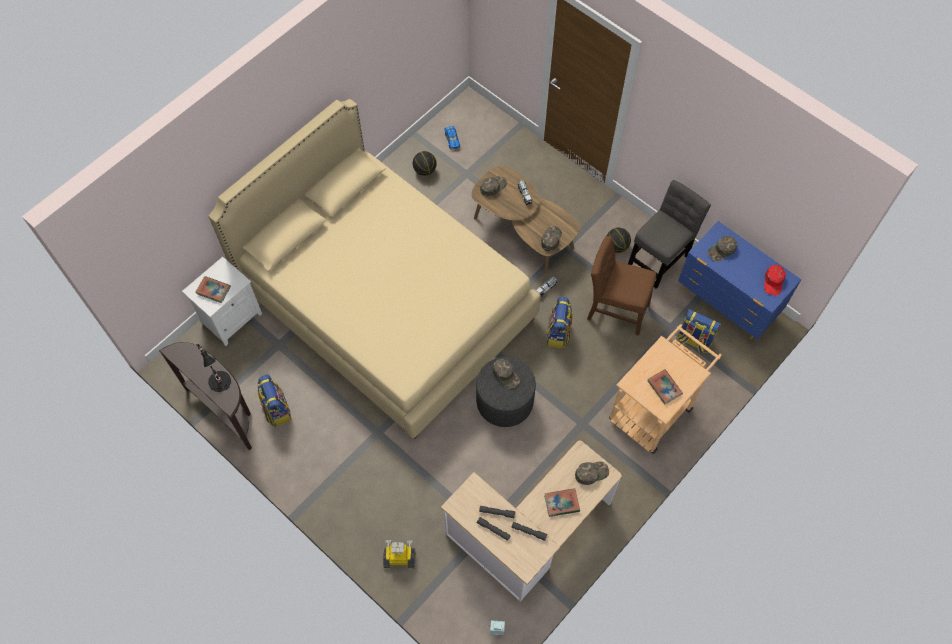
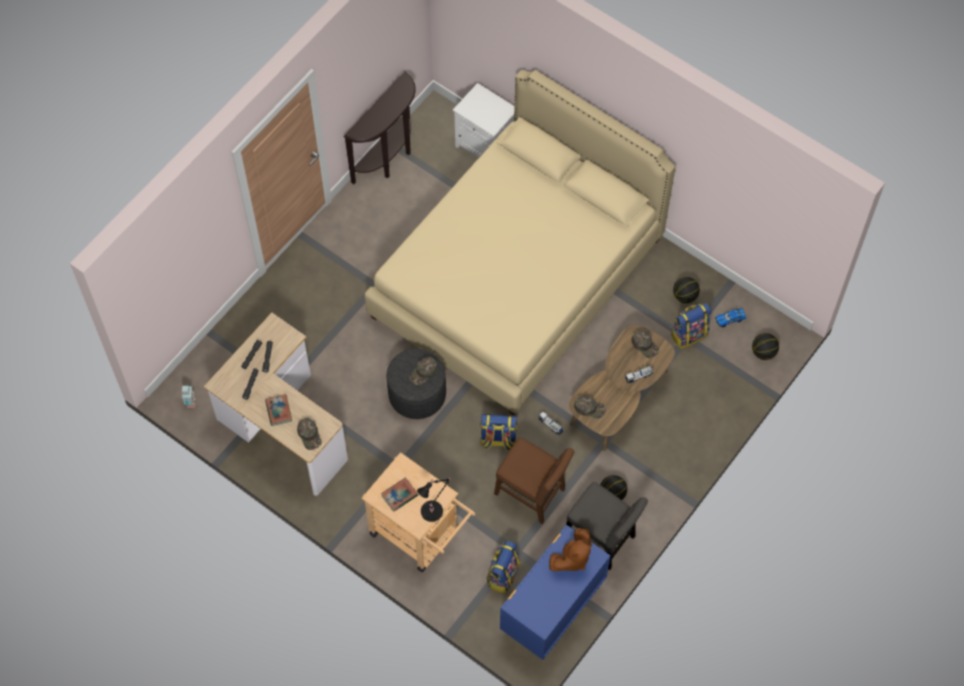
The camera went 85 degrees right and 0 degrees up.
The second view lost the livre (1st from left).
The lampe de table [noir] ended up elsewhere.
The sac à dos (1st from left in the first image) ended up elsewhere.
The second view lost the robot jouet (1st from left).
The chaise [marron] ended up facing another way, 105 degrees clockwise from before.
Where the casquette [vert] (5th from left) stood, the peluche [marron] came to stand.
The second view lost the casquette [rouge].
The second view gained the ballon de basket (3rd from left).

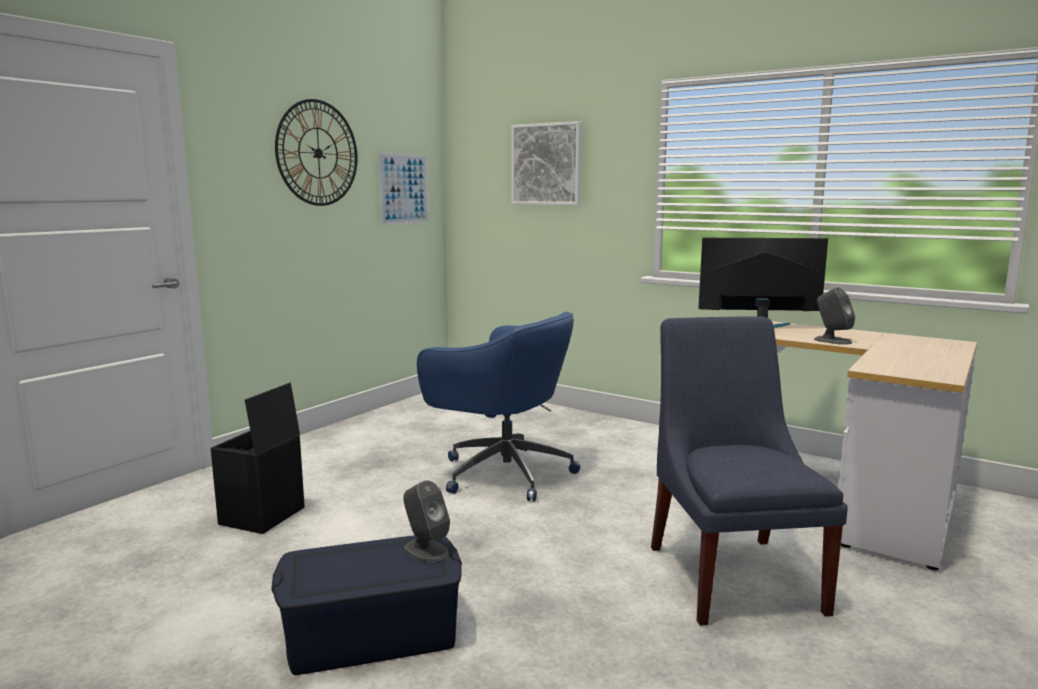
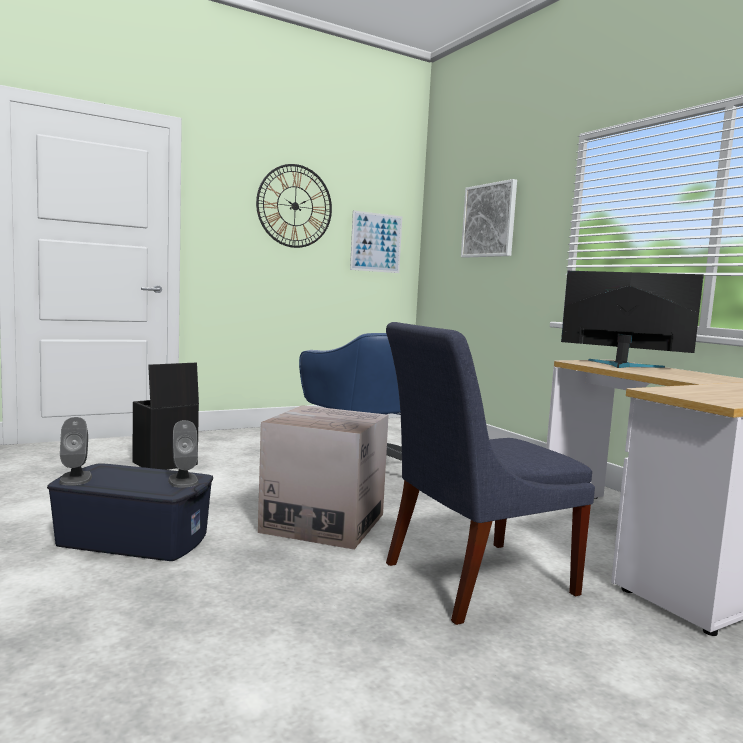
The camera went 25 degrees right and 5 degrees down.
The chaise [bleu] ended up facing another way, 135 degrees counterclockwise from before.
The enceinte [gris] (2nd from left in the first image) ended up elsewhere.
The second view gained the carton.

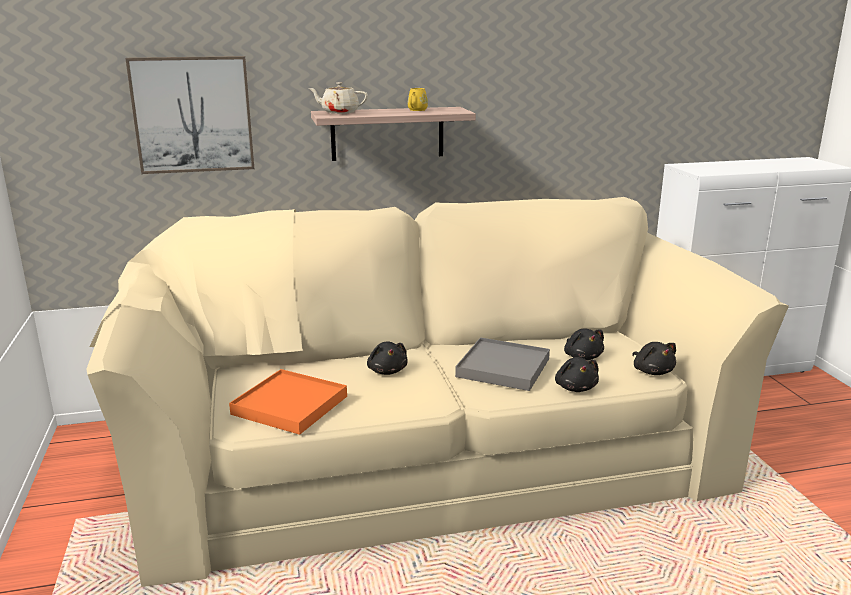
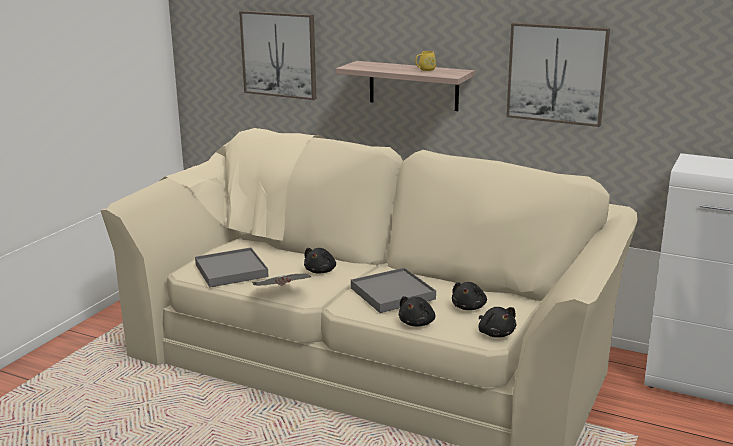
The camera went 40 degrees right and 0 degrees up.
What was the plateau [orange] turned into the plateau [gris] (1st from left).
The second view lost the théière [beige].
The peluche [noir] (4th from left) ended up facing another way, 45 degrees counterclockwise from before.
The second view gained the journal.
The second view gained the tableau (2nd from left).

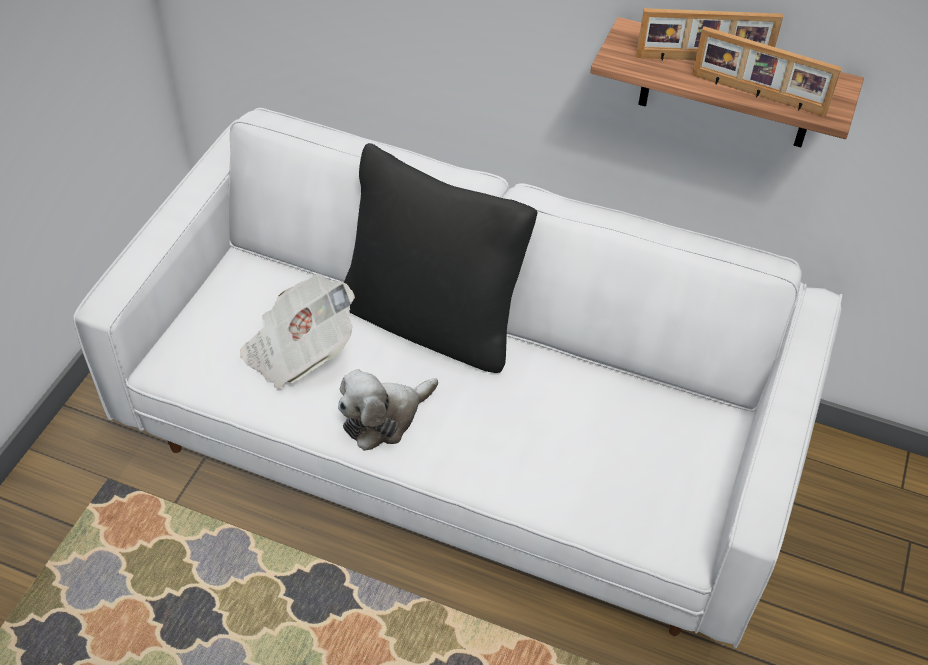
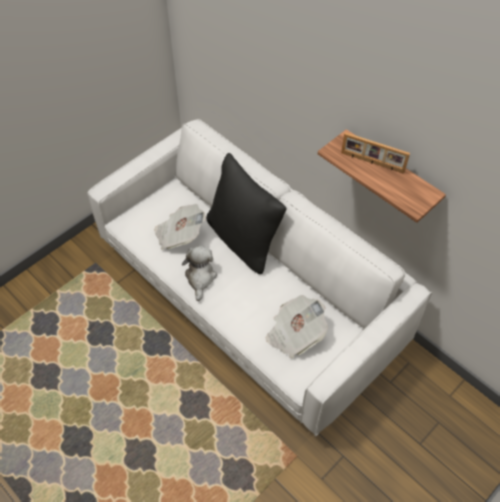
The camera went 25 degrees right and 5 degrees up.
The peluche ended up facing another way, 105 degrees clockwise from before.
The second view lost the cadre photo (2nd from left).
The second view gained the journal (2nd from left).

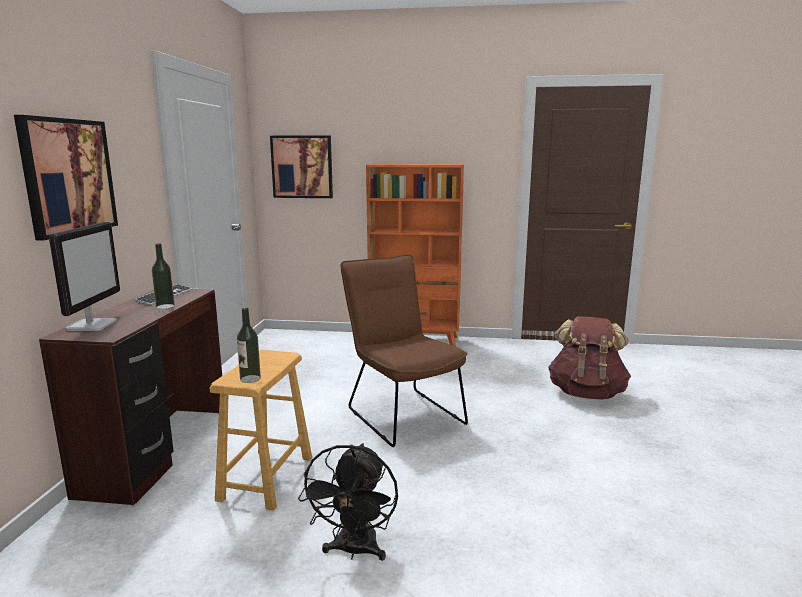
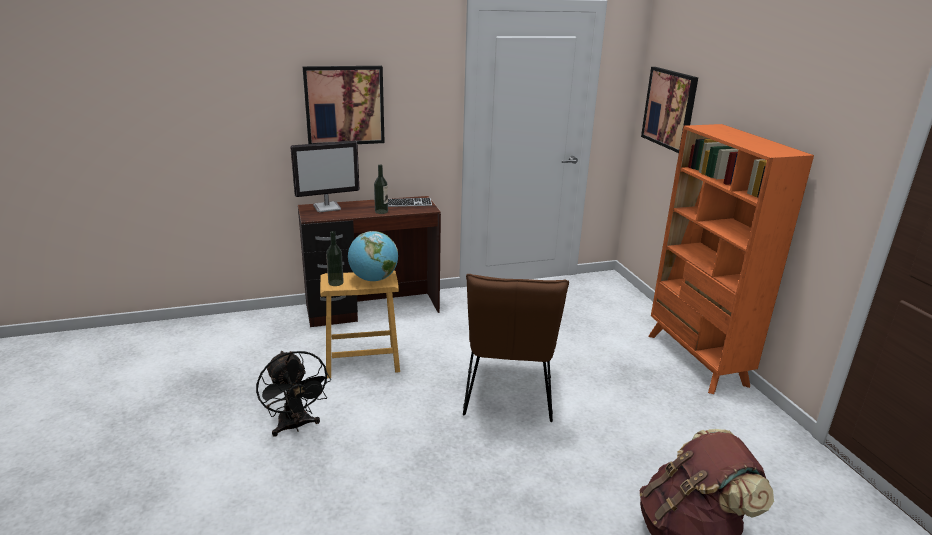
The camera went 65 degrees right and 10 degrees up.
The ventilateur [noir] ended up facing another way, 105 degrees counterclockwise from before.
The chaise [marron] ended up facing another way, 150 degrees clockwise from before.
The second view gained the globe.

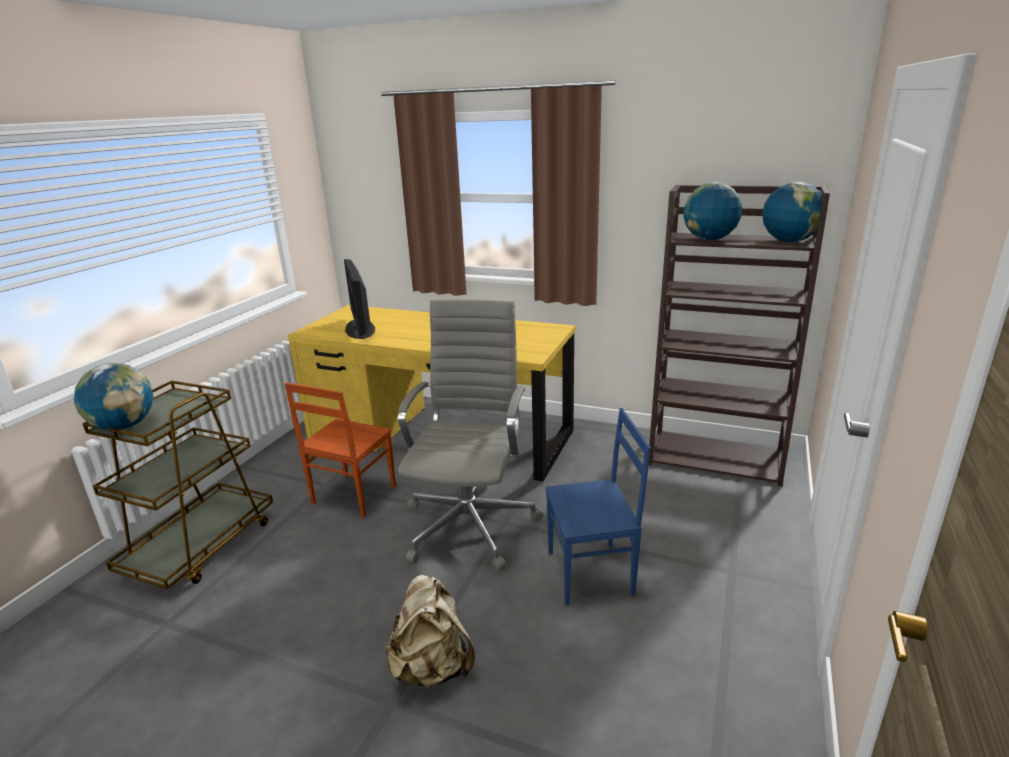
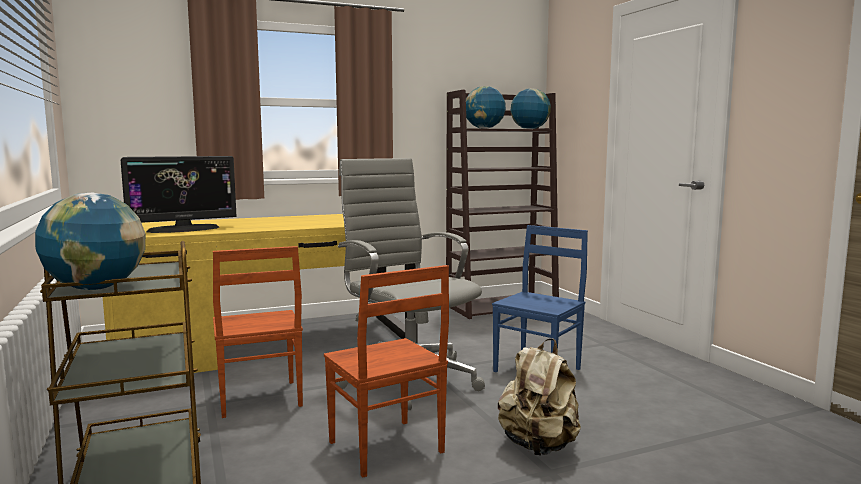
The camera went 45 degrees left and 15 degrees down.
The écran d'ordinateur ended up facing another way, 60 degrees counterclockwise from before.
The second view gained the chaise [marron] (2nd from left).

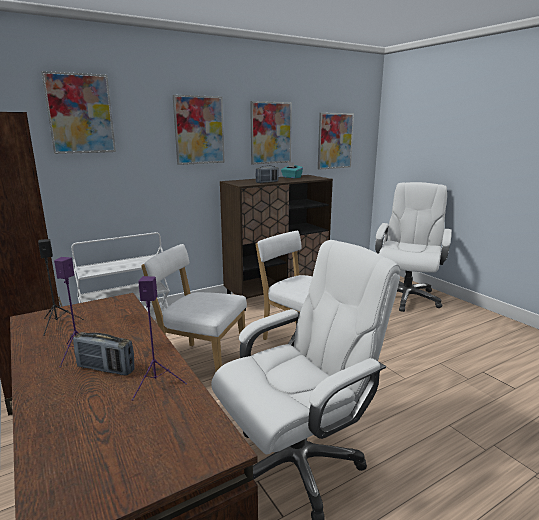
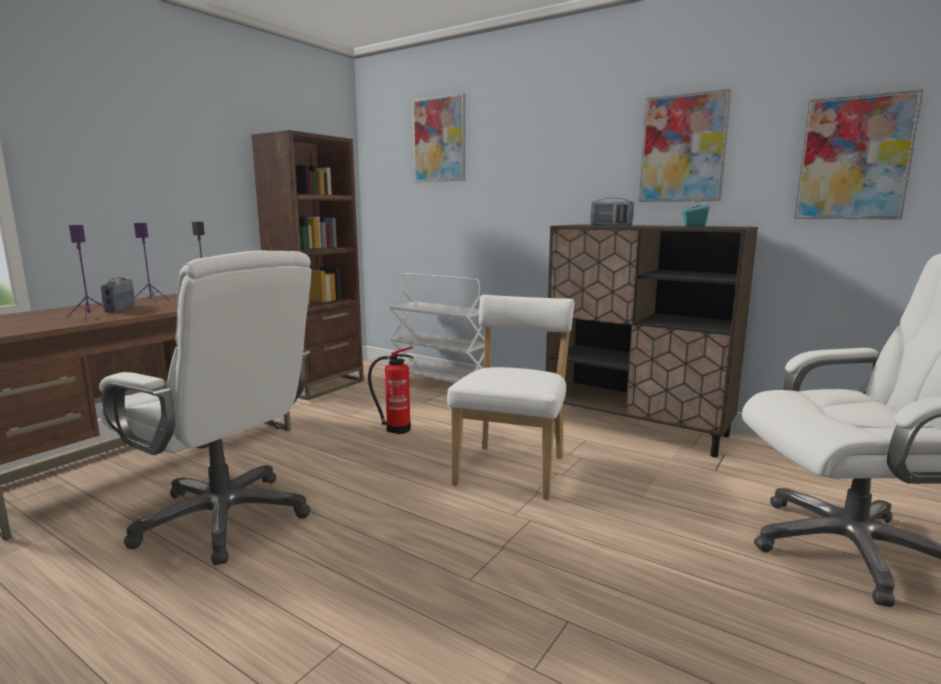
The camera went 65 degrees right and 5 degrees down.
Where the chaise [blanc] (1st from left) stood, the extincteur came to stand.
The second view lost the tableau (2nd from left).

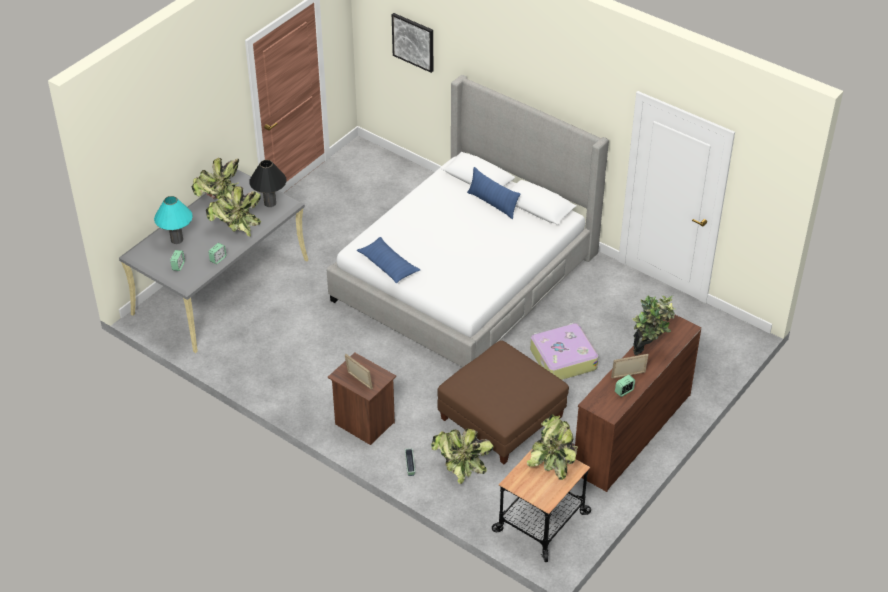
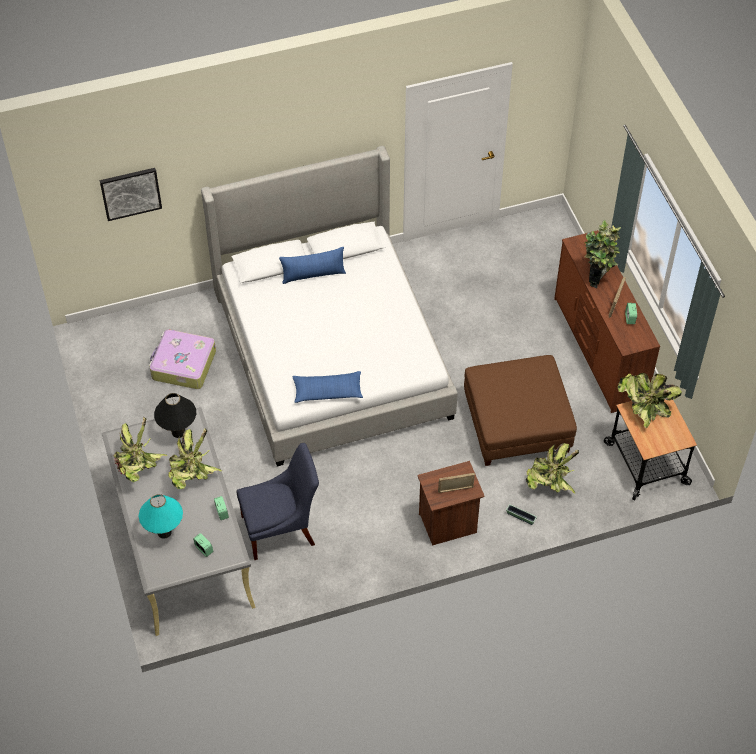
The camera went 55 degrees left and 10 degrees up.
The valise ended up elsewhere.
The second view gained the chaise [bleu].

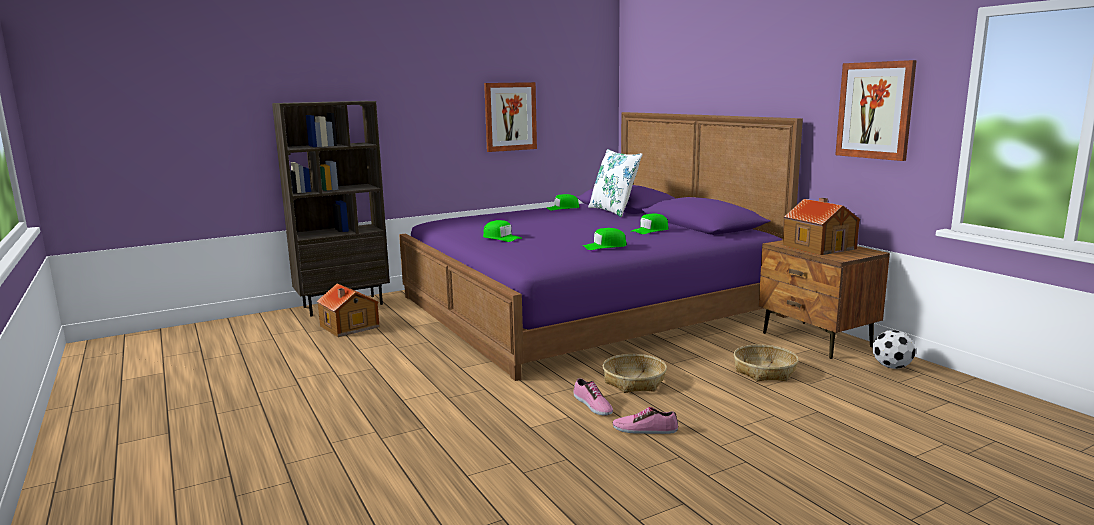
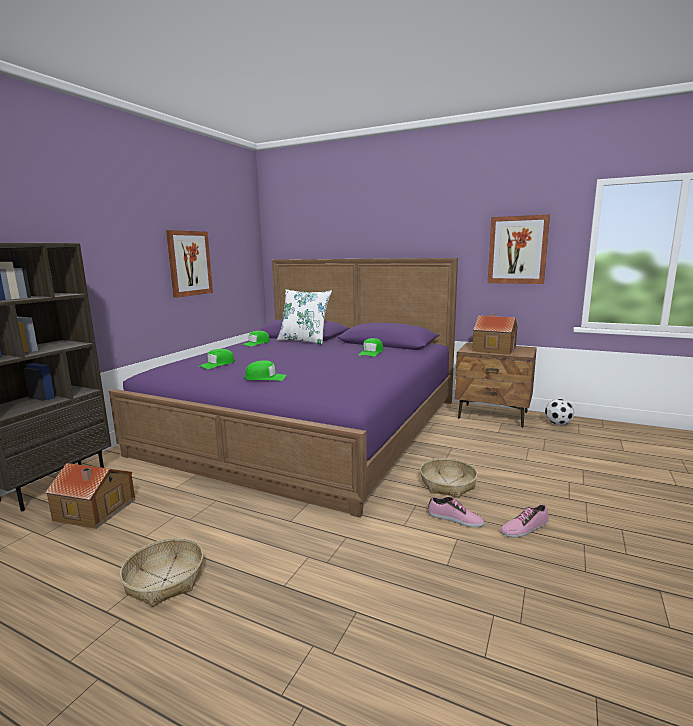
The camera went 35 degrees left and 0 degrees up.
The casquette [vert] (3rd from left in the first image) ended up elsewhere.
The panier (2nd from left in the first image) ended up elsewhere.

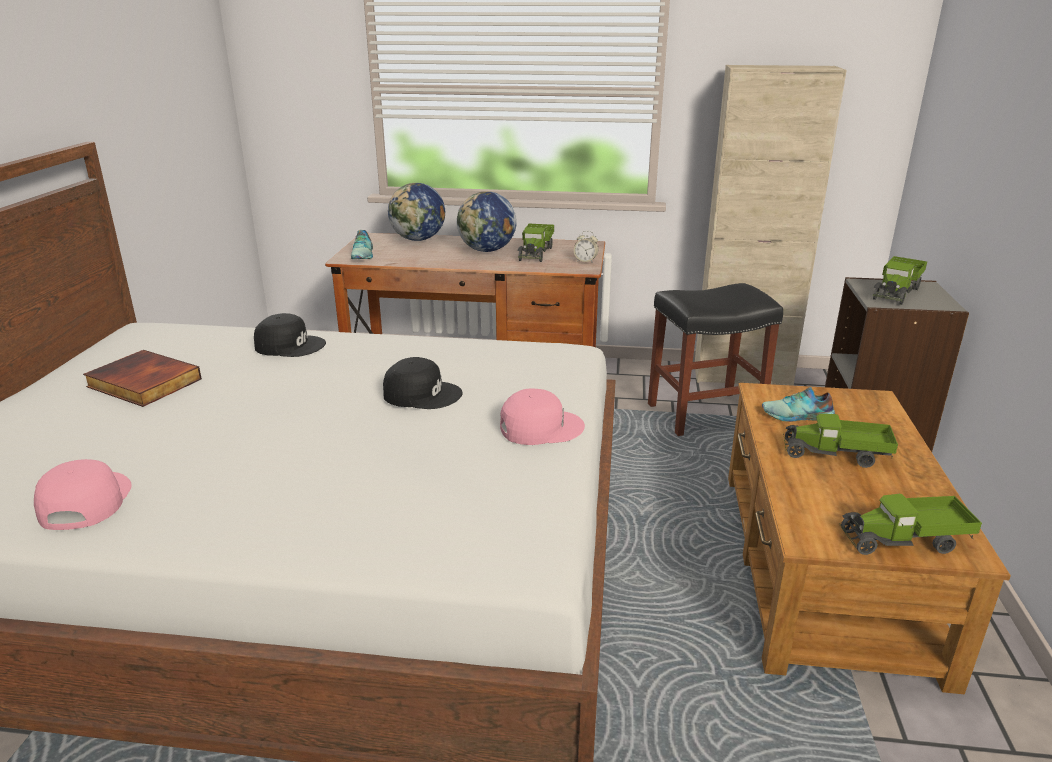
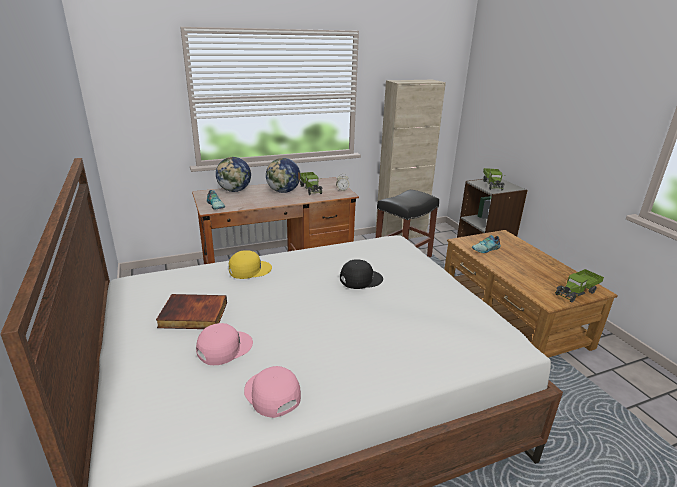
The camera went 30 degrees left and 0 degrees up.
What was the casquette [noir] (1st from left) turned into the casquette [jaune].
The casquette [rose] (2nd from left in the first image) ended up elsewhere.
The second view lost the camion jouet (2nd from left).

